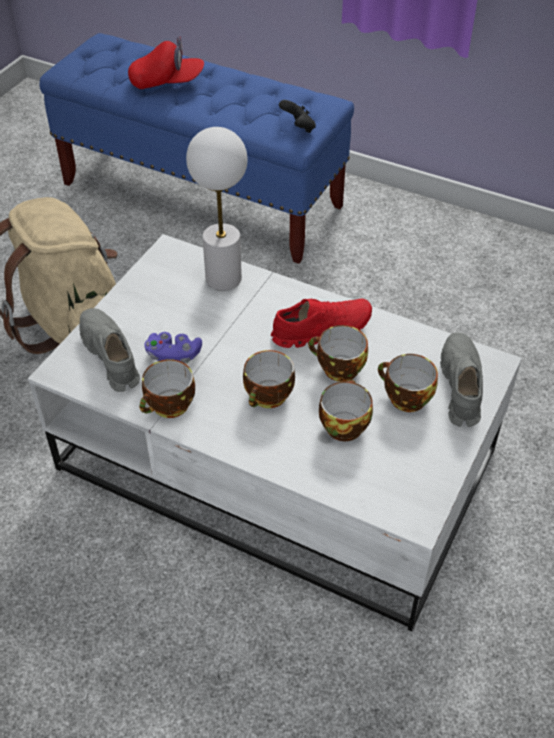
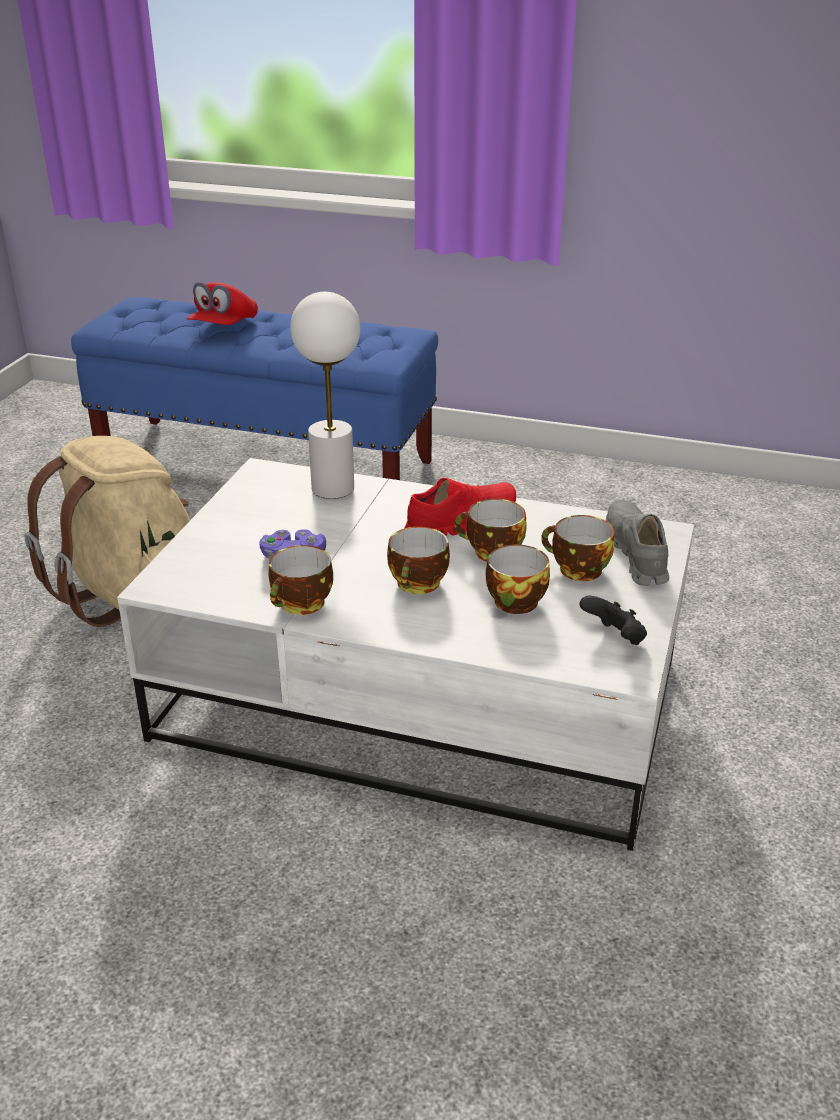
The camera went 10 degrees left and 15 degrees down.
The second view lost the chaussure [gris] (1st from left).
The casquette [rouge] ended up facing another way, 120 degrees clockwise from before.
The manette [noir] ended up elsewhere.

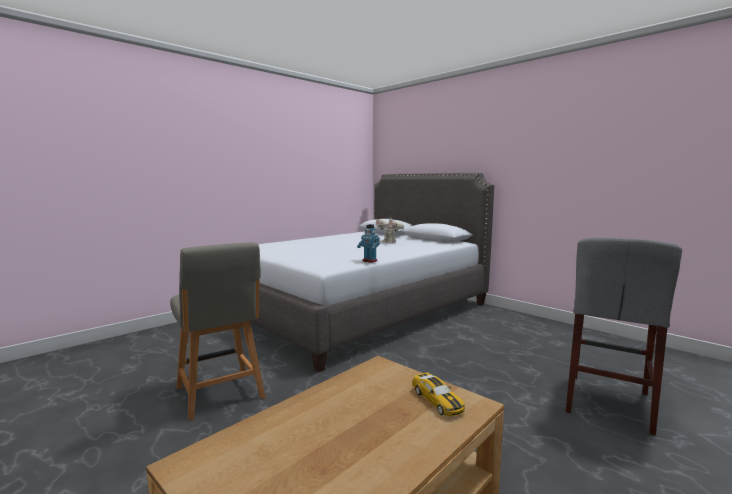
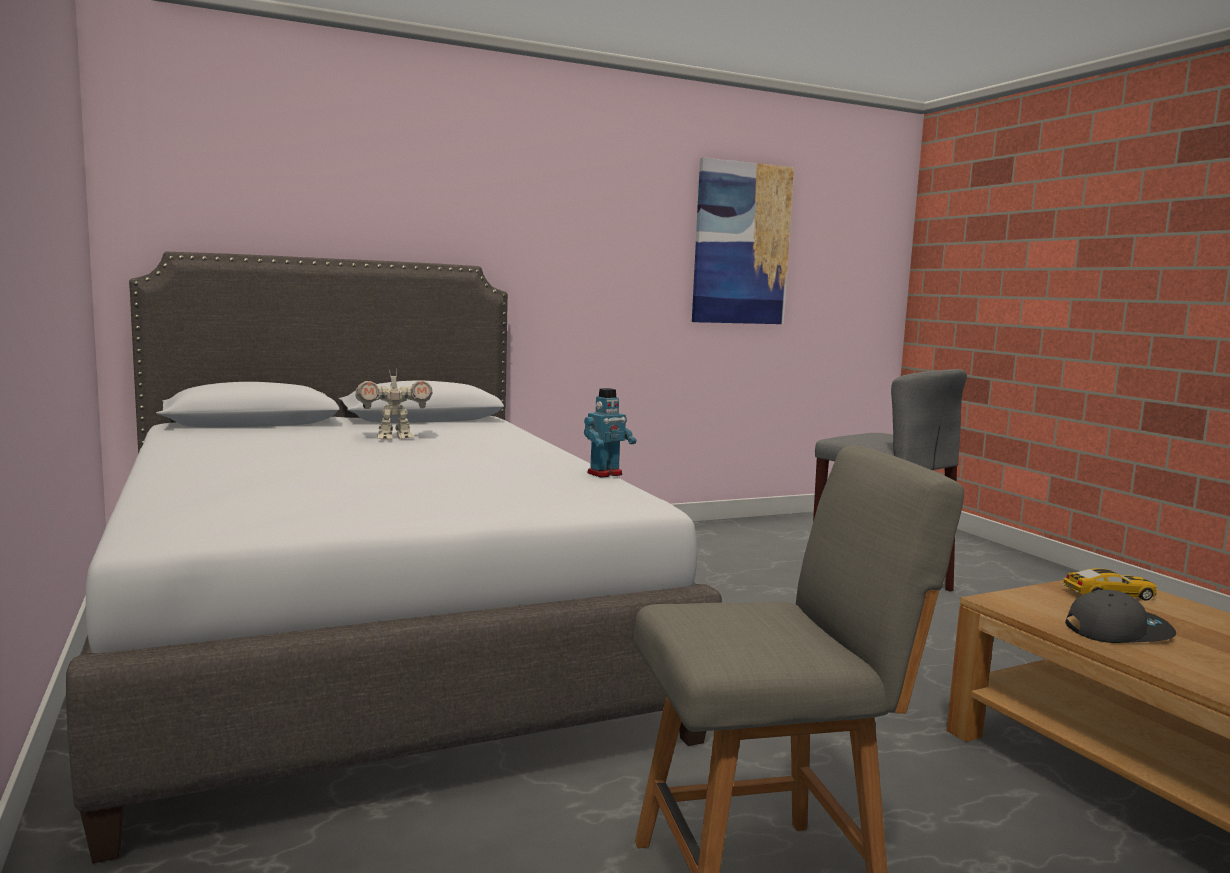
The camera went 70 degrees left and 0 degrees up.
The second view gained the tableau.
The second view gained the casquette [gris].

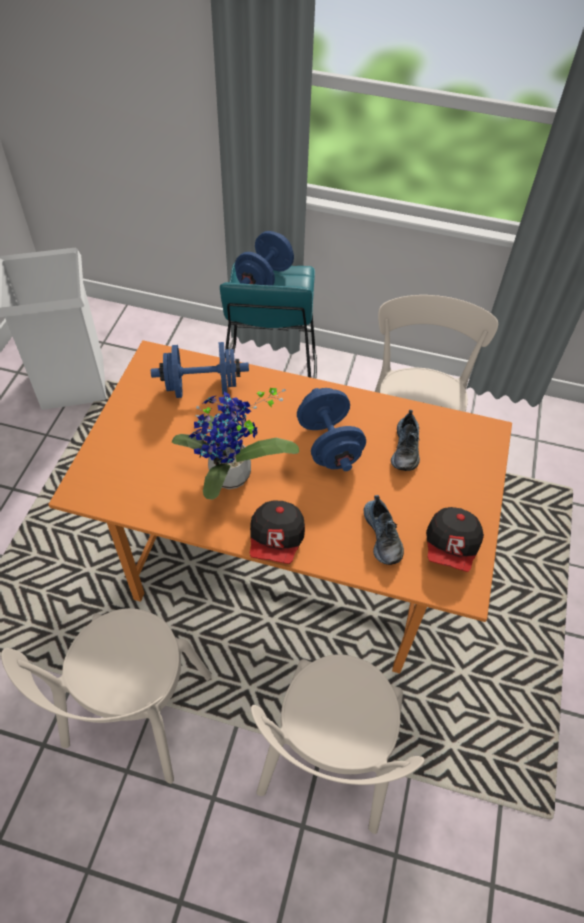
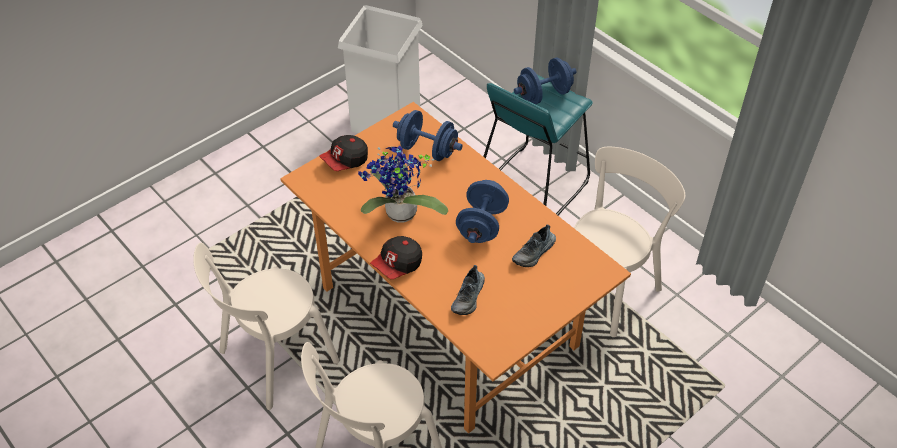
The camera went 35 degrees right and 5 degrees down.
The casquette (2nd from left in the first image) ended up elsewhere.

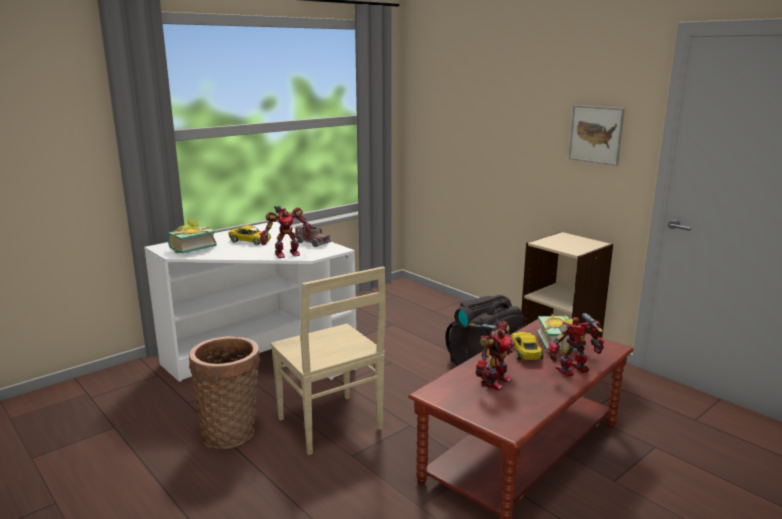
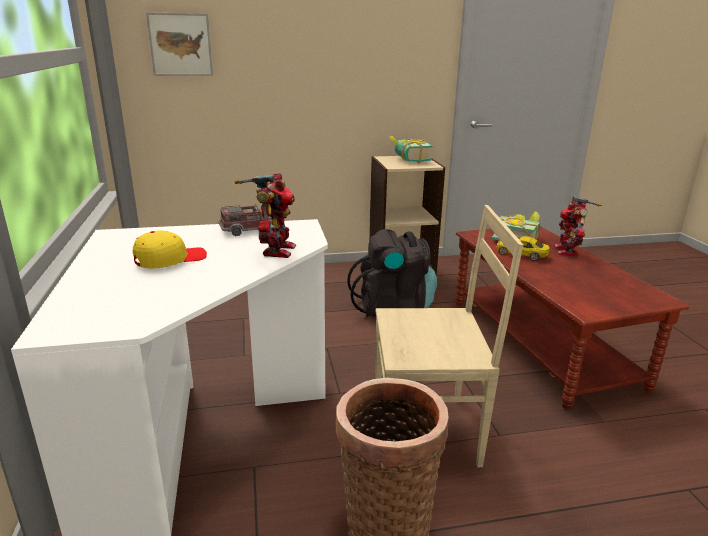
The camera went 60 degrees left and 5 degrees up.
The livre (1st from left) ended up elsewhere.
Where the petite voiture [jaune] (1st from left) stood, the casquette [jaune] came to stand.
The second view lost the robot jouet (2nd from left).
The tableau ended up elsewhere.

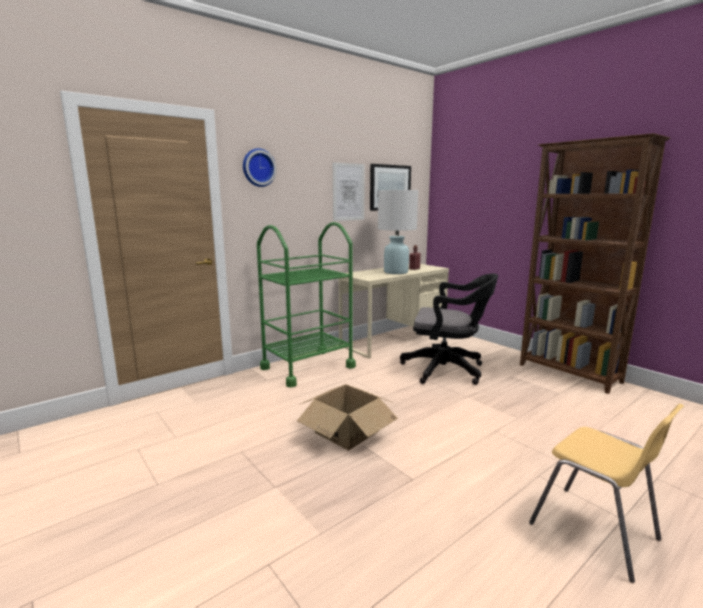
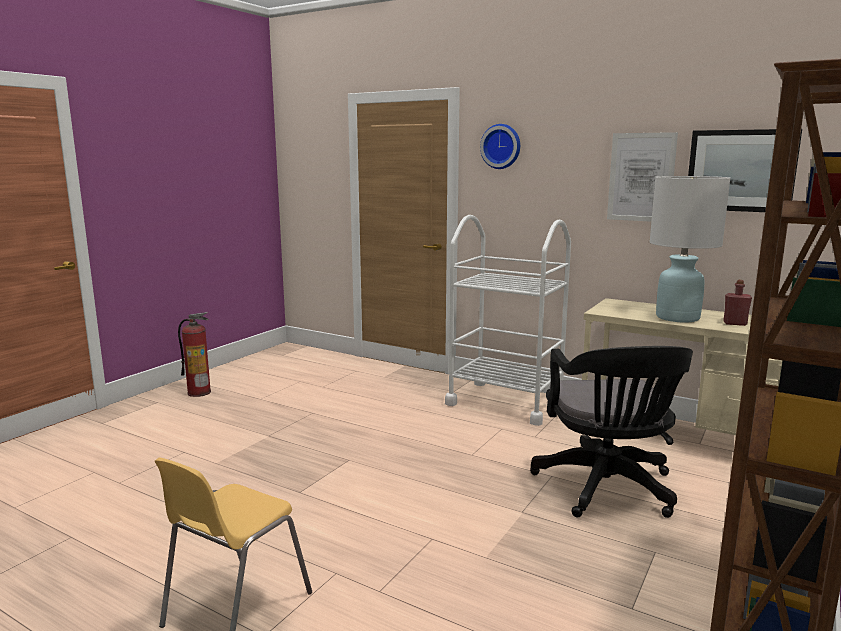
The camera went 70 degrees right and 0 degrees up.
What was the chariot [vert] turned into the chariot [blanc].
The second view lost the carton.
The second view gained the extincteur.

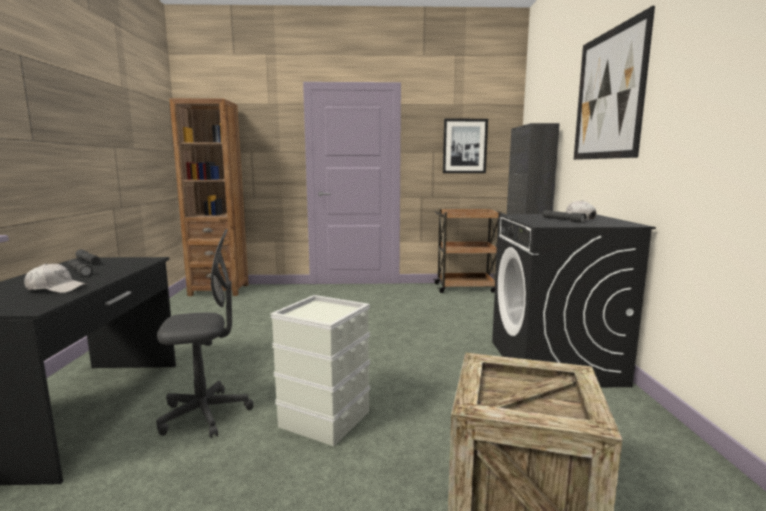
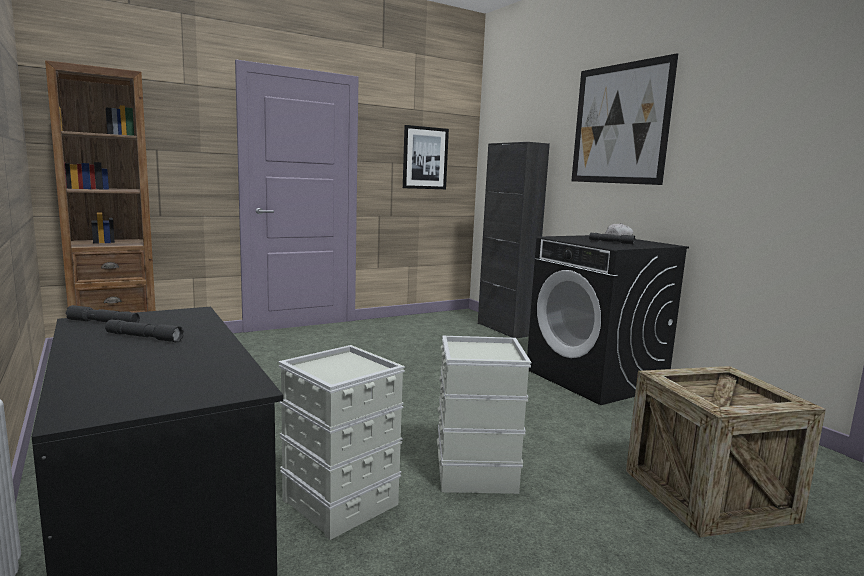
The camera went 30 degrees left and 0 degrees up.
The second view lost the casquette [blanc] (1st from left).
Where the chaise de bureau [gris] stood, the boîte de rangement [gris] (1st from left) came to stand.
The second view lost the chariot [marron].

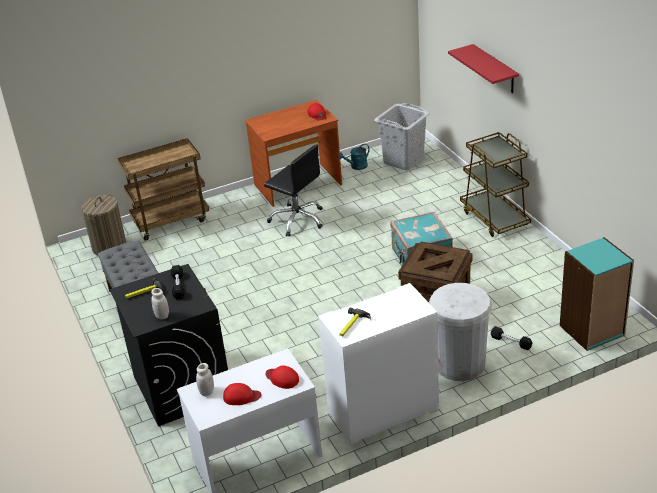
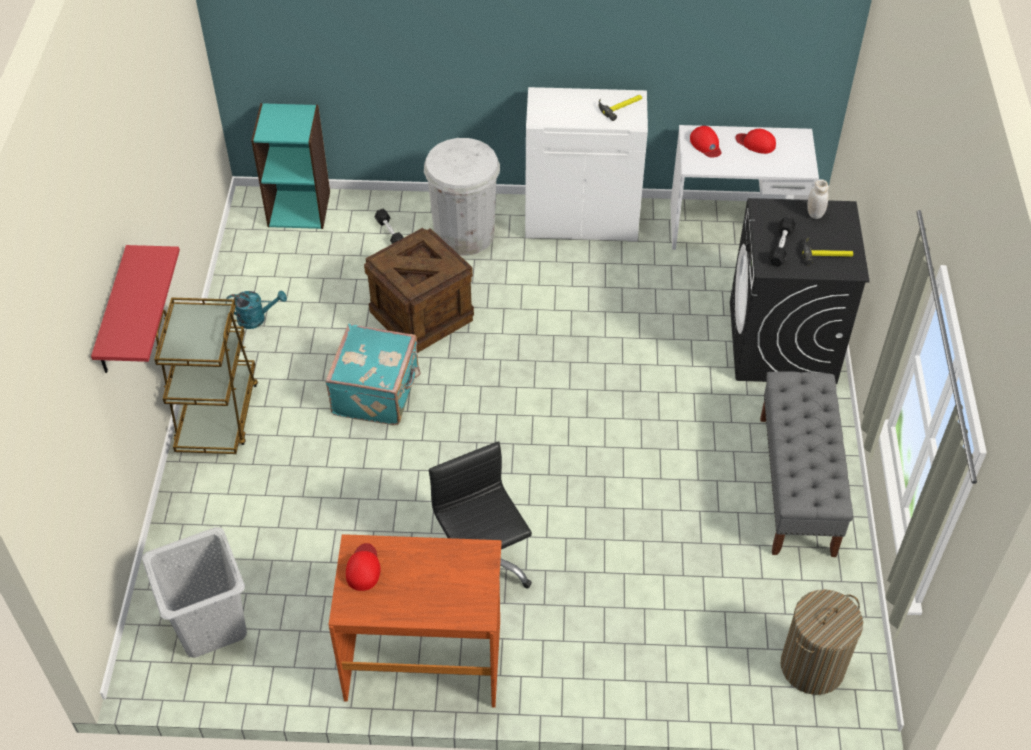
The camera went 155 degrees left and 15 degrees up.
The second view lost the chariot [marron] (1st from left).
The second view lost the bocal [blanc] (2nd from left).
The arrosoir [turquoise] ended up elsewhere.

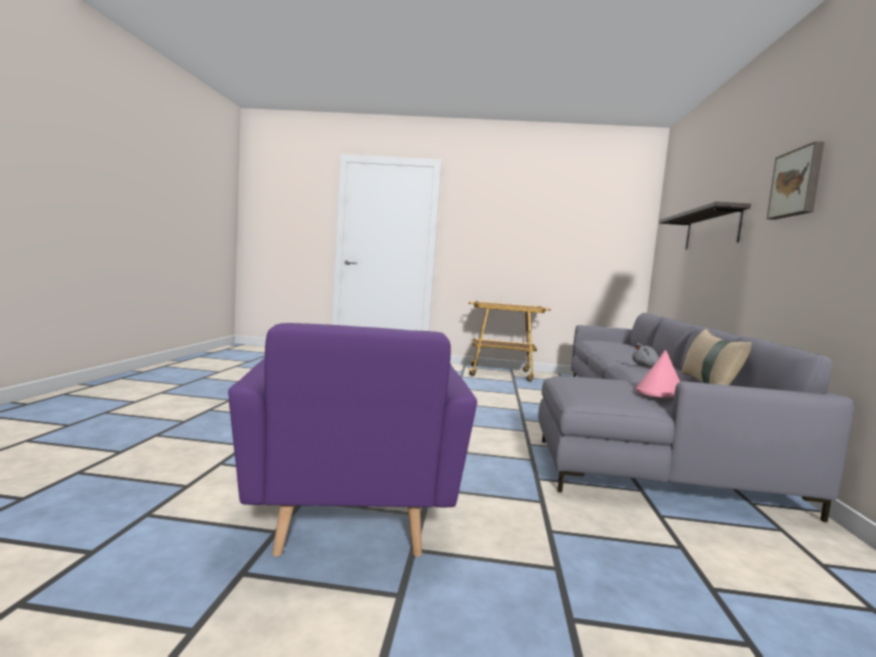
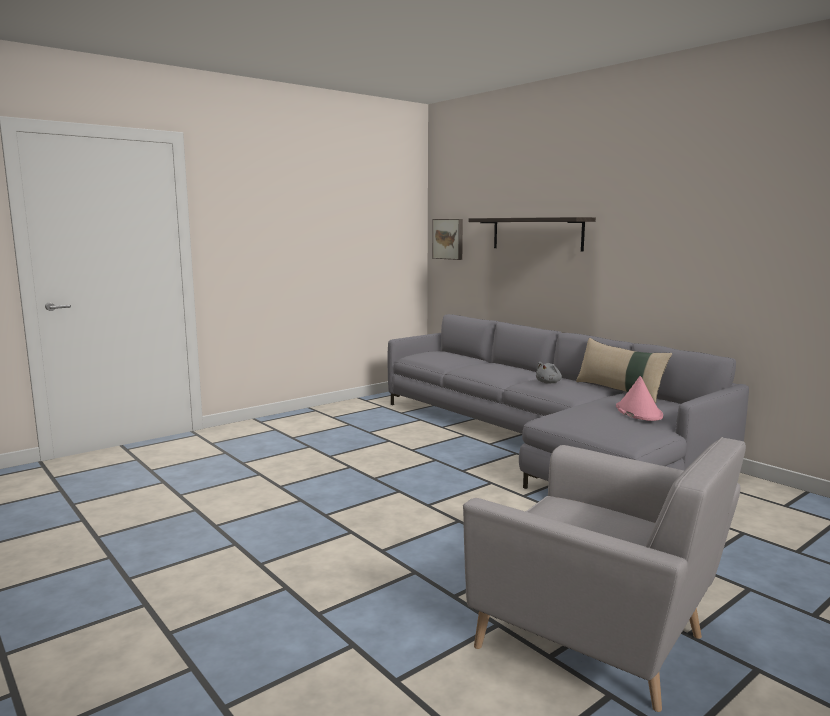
The camera went 45 degrees left and 5 degrees up.
What was the fauteuil [violet] turned into the fauteuil [gris].
The second view lost the chariot.
The tableau ended up elsewhere.

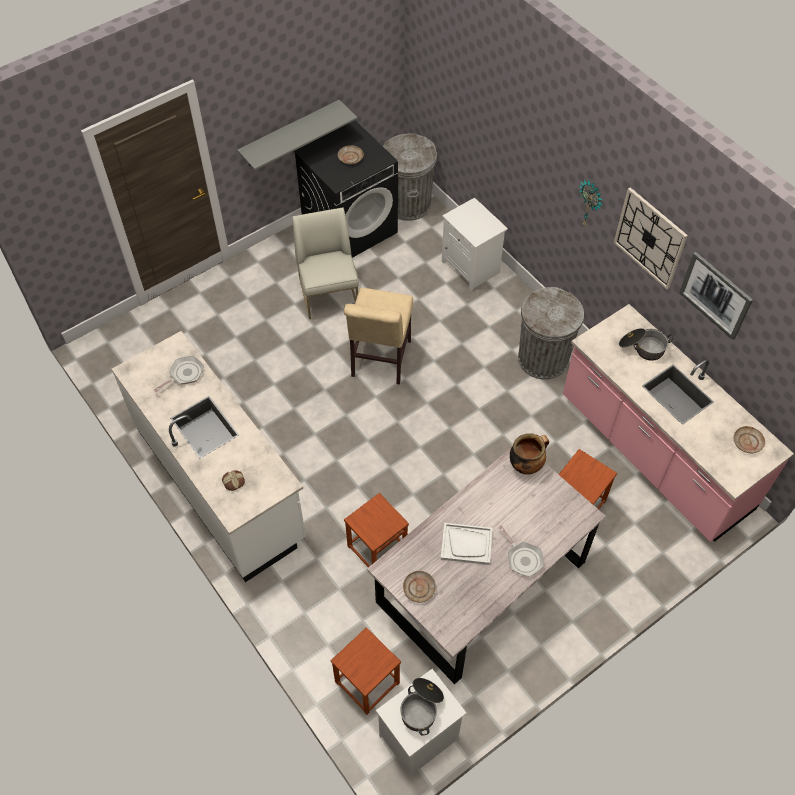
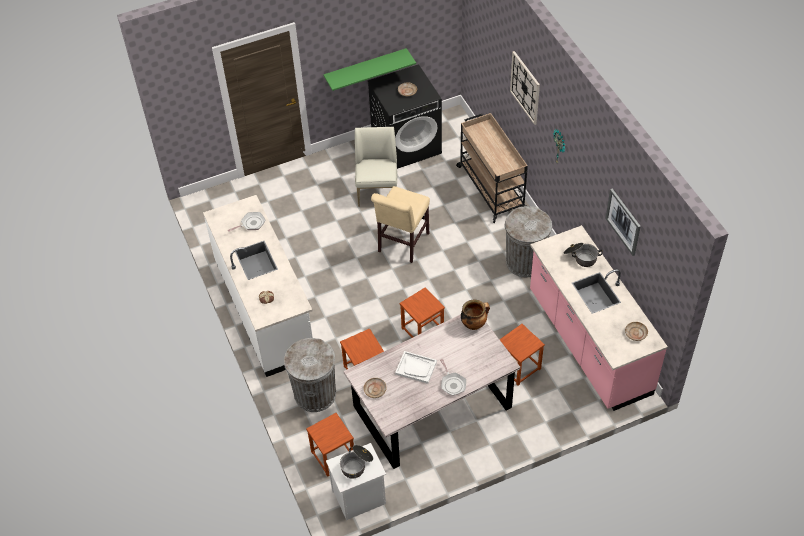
The camera went 15 degrees right and 5 degrees down.
What was the étagère [gris] turned into the étagère [vert].
The poubelle [gris] (1st from left) ended up elsewhere.
Where the table de chevet [blanc] (2nd from left) stood, the chariot [beige] came to stand.
The horloge murale (2nd from left in the first image) ended up elsewhere.
The second view gained the tabouret [marron] (3rd from left).

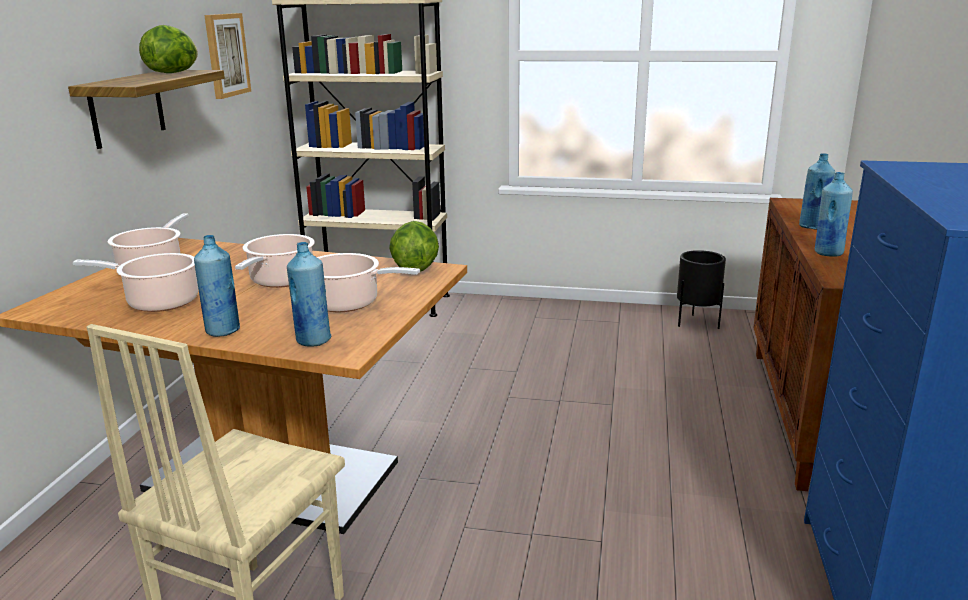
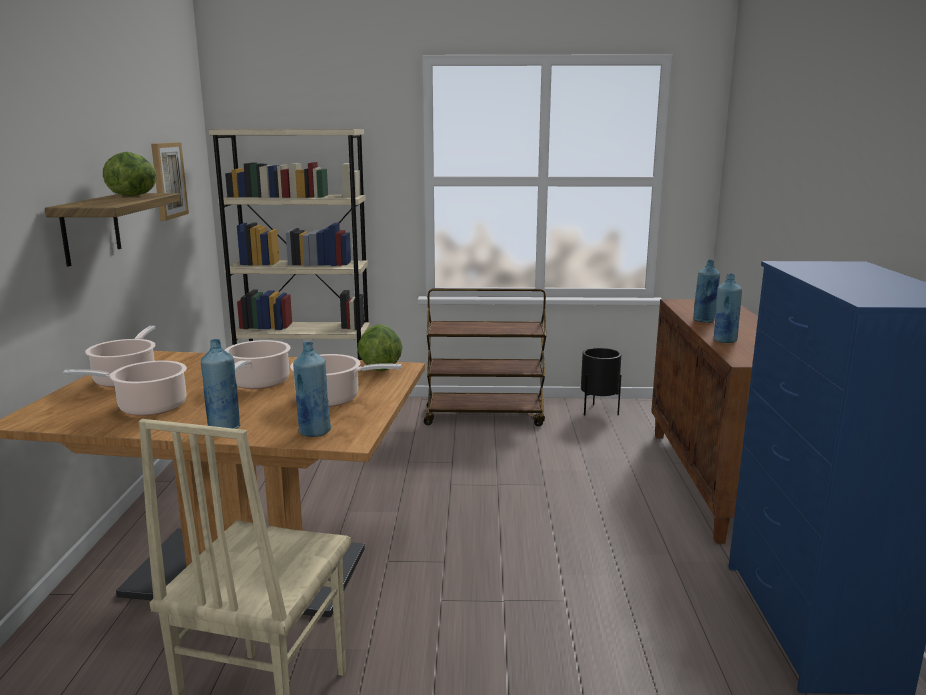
The camera went 10 degrees left and 5 degrees down.
The second view gained the chariot [marron].

